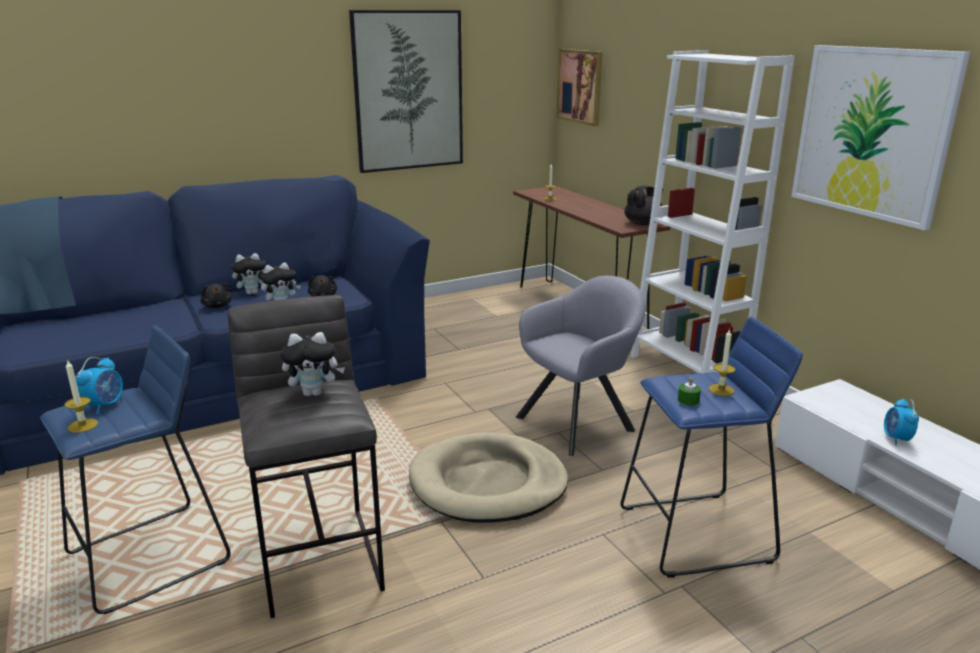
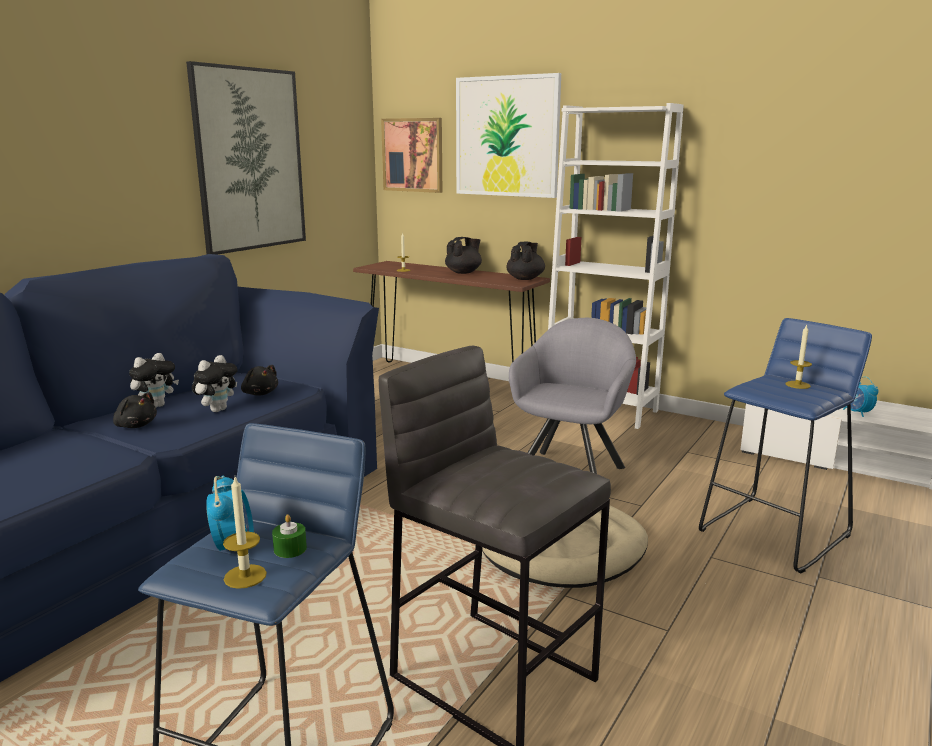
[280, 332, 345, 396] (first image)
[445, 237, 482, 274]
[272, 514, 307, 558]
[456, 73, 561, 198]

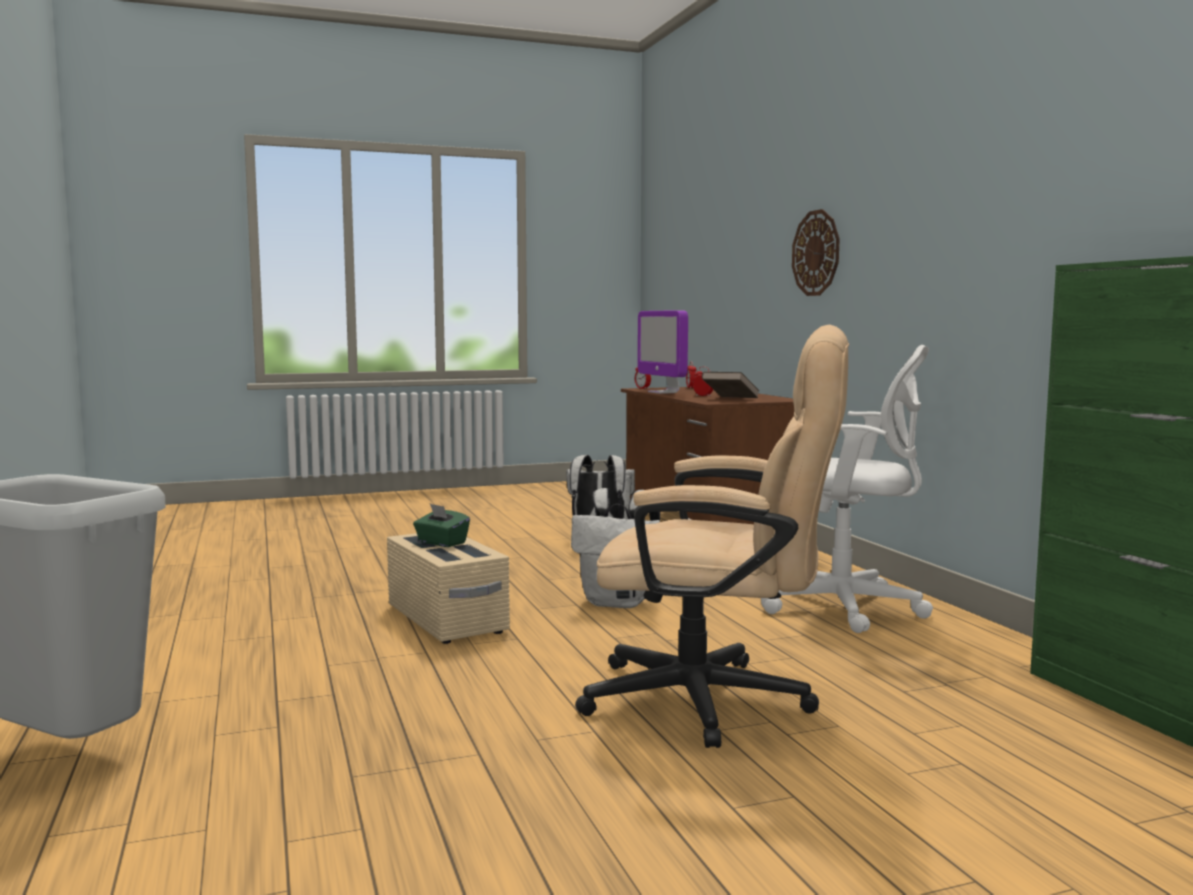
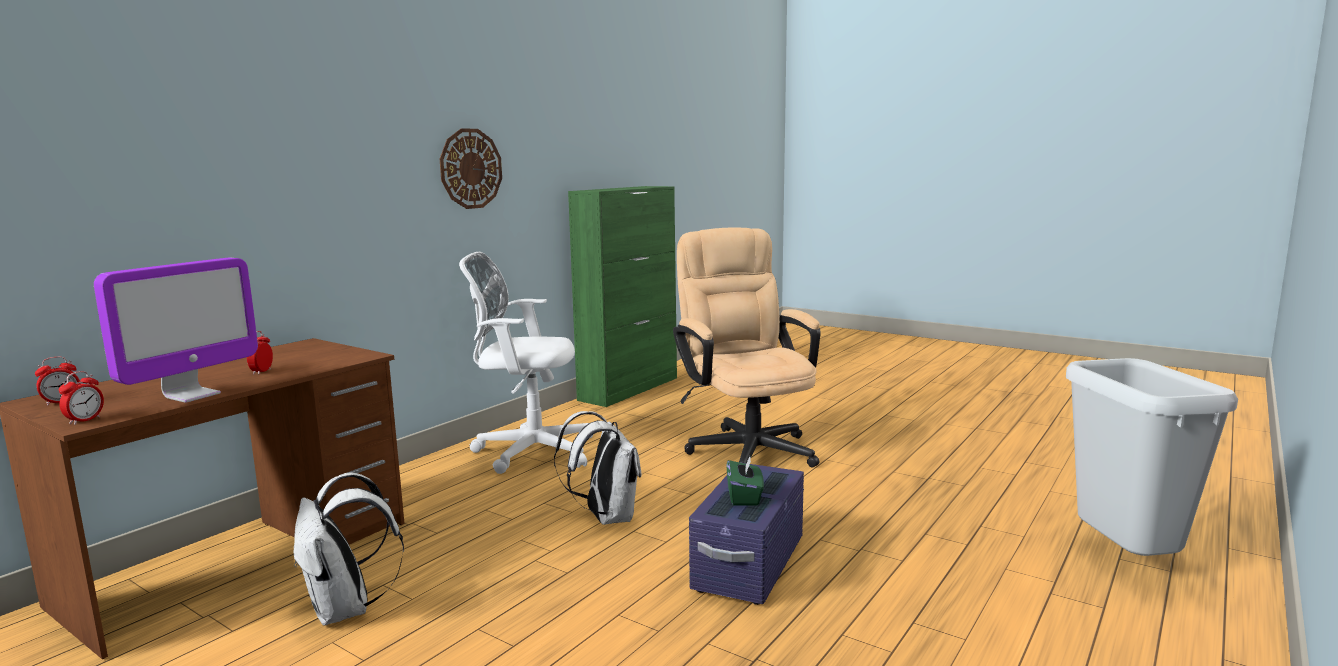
[702, 372, 759, 398] (first image)
[440, 128, 502, 209]
[689, 462, 804, 605]
[459, 252, 593, 474]

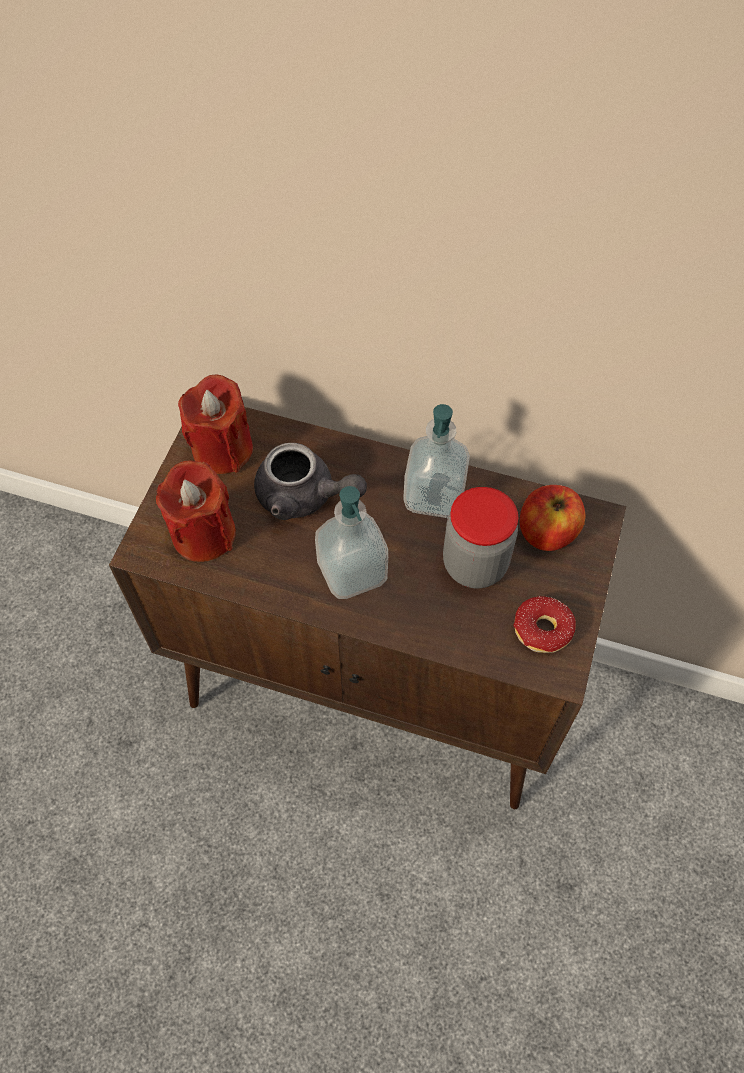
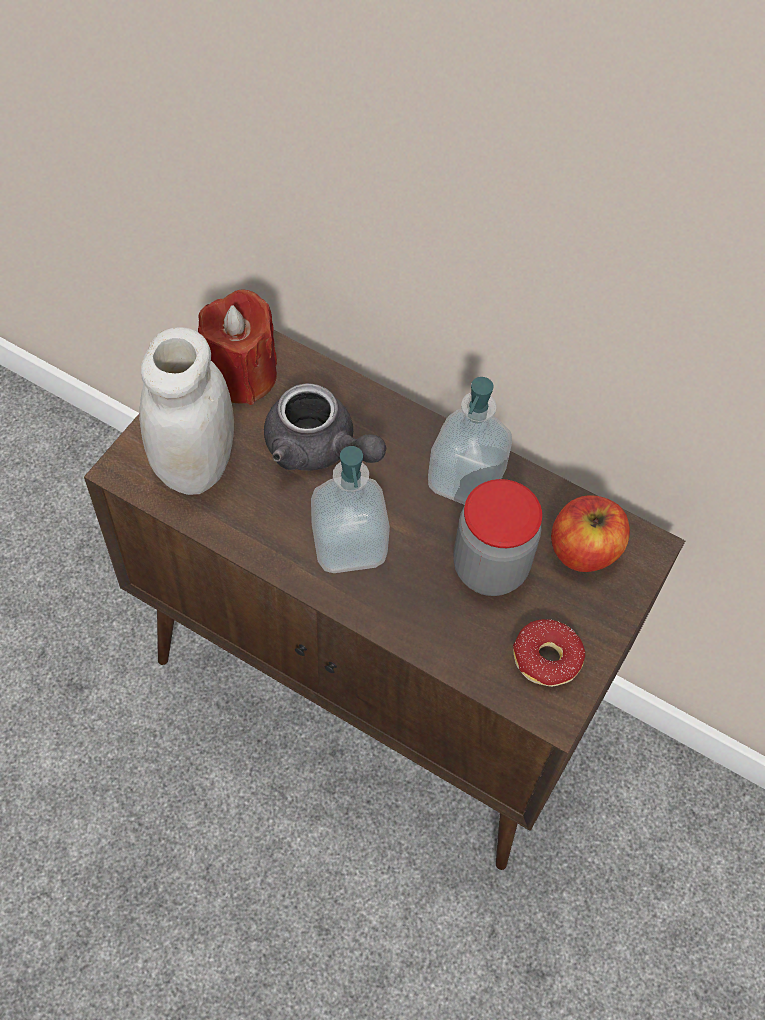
[139, 327, 234, 495]

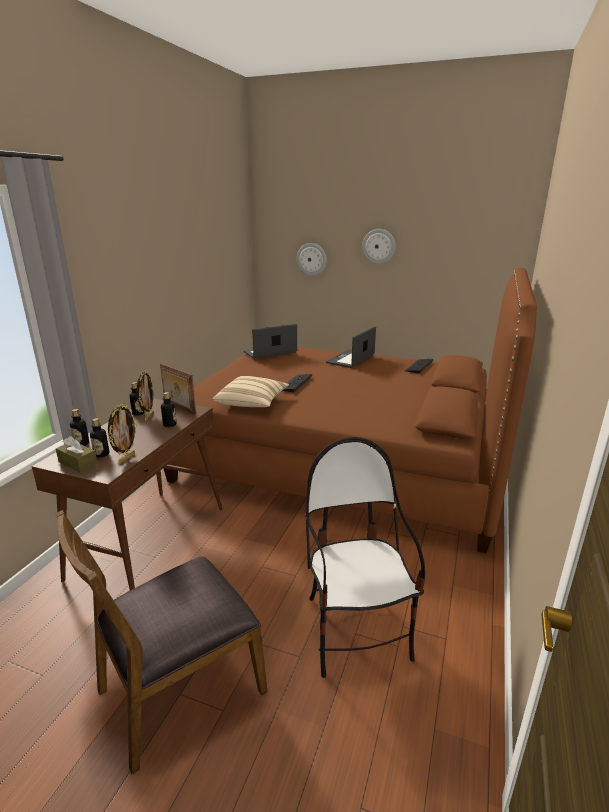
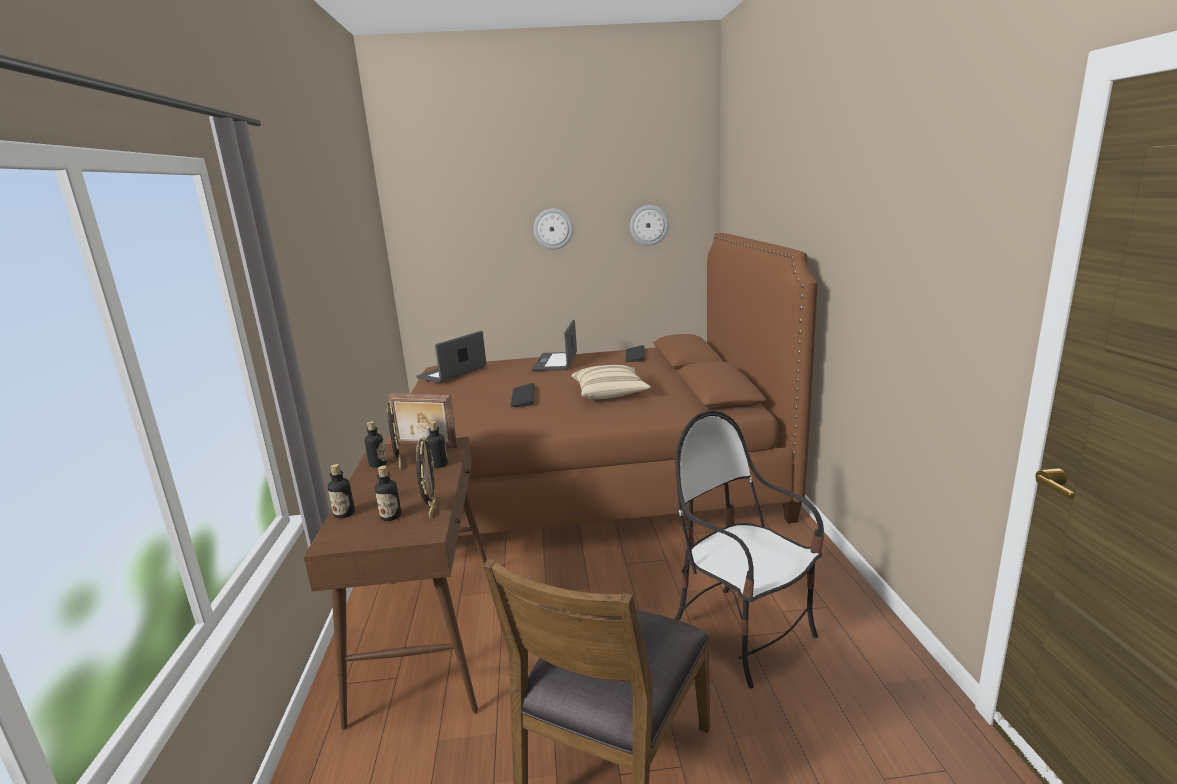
[56, 436, 98, 473] (first image)
[572, 365, 651, 400]
[630, 205, 669, 246]

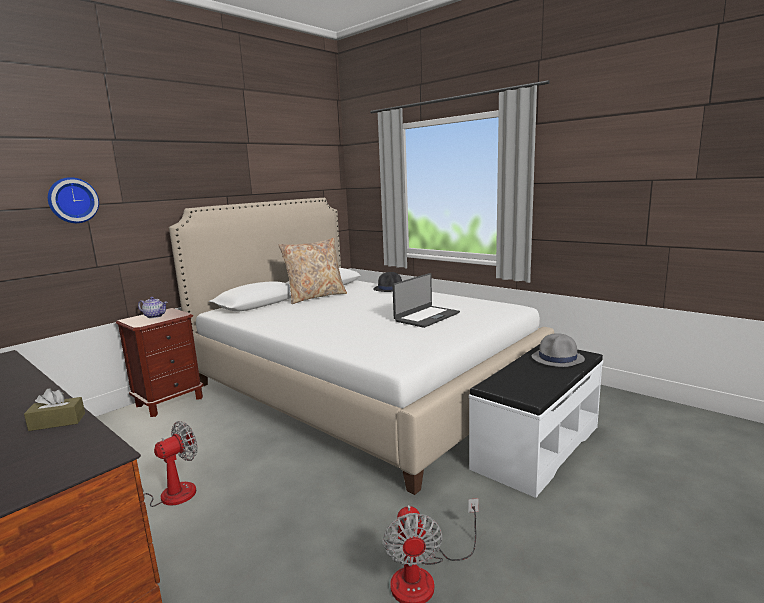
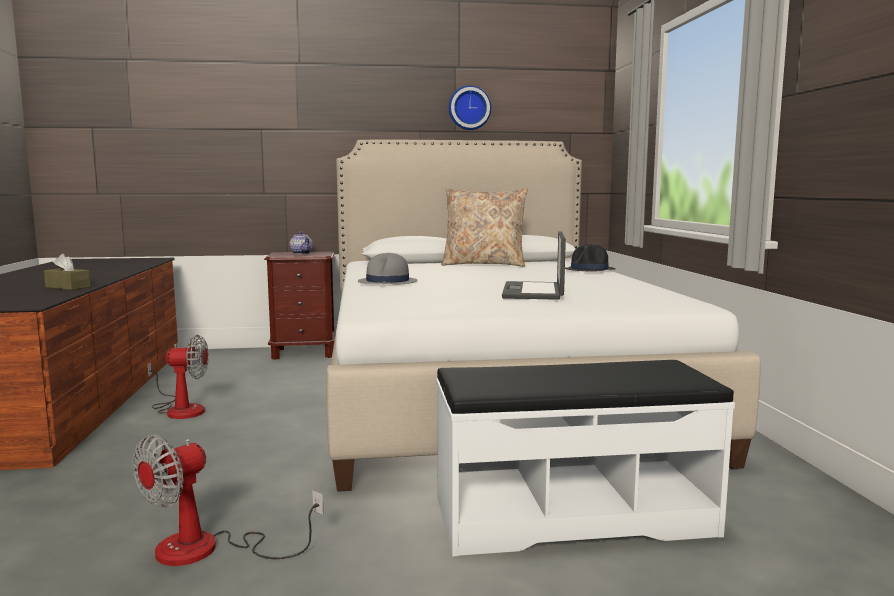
[449, 85, 491, 130]
[358, 253, 418, 285]
[502, 231, 566, 300]

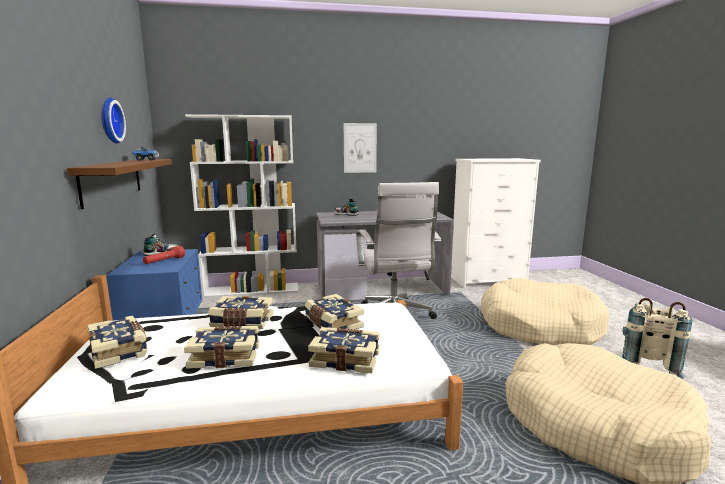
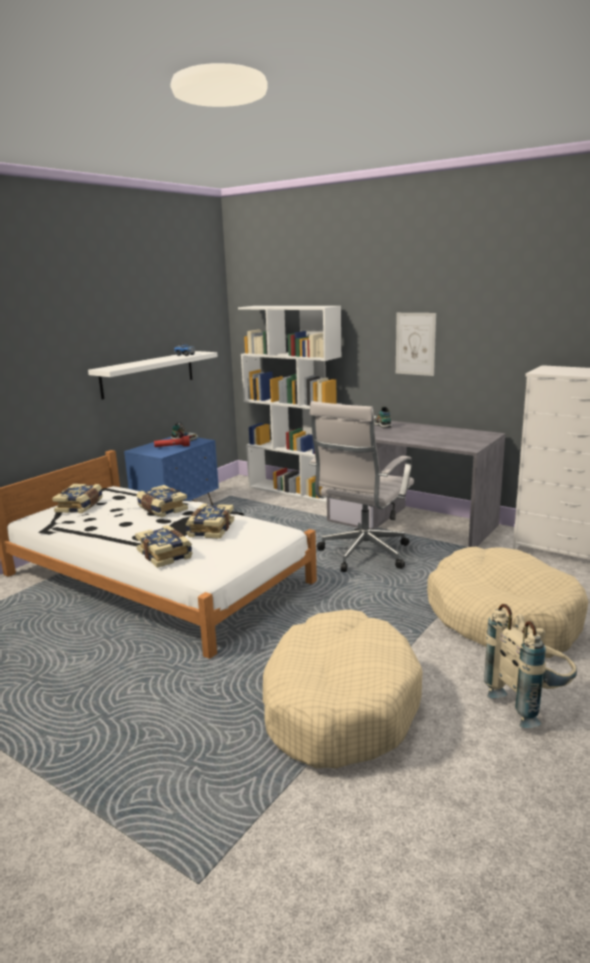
[101, 98, 126, 144] (first image)
[184, 326, 259, 369] (first image)
[88, 351, 218, 399]

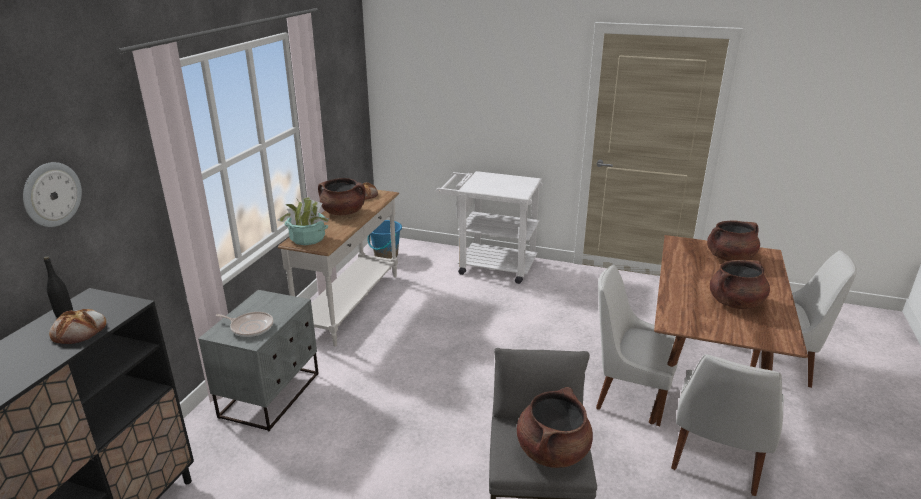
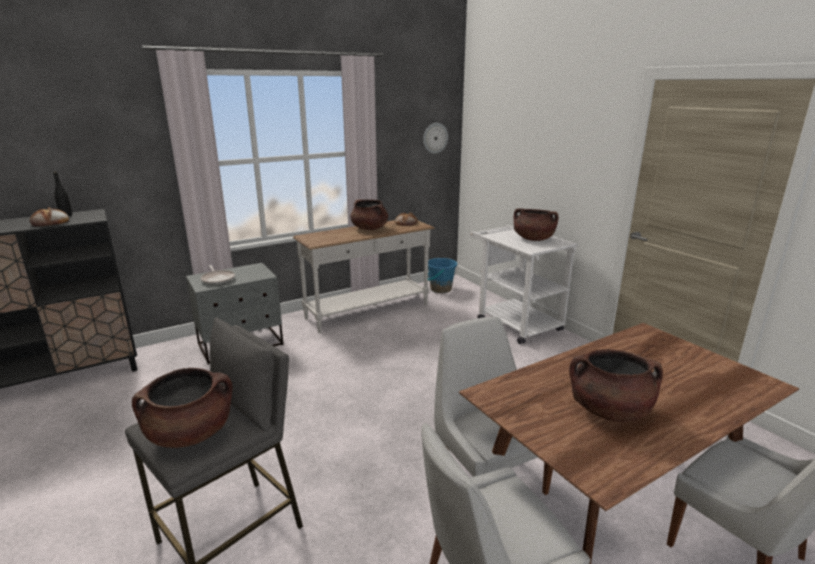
[277, 197, 329, 245] (first image)
[423, 123, 448, 154]
[513, 208, 558, 241]

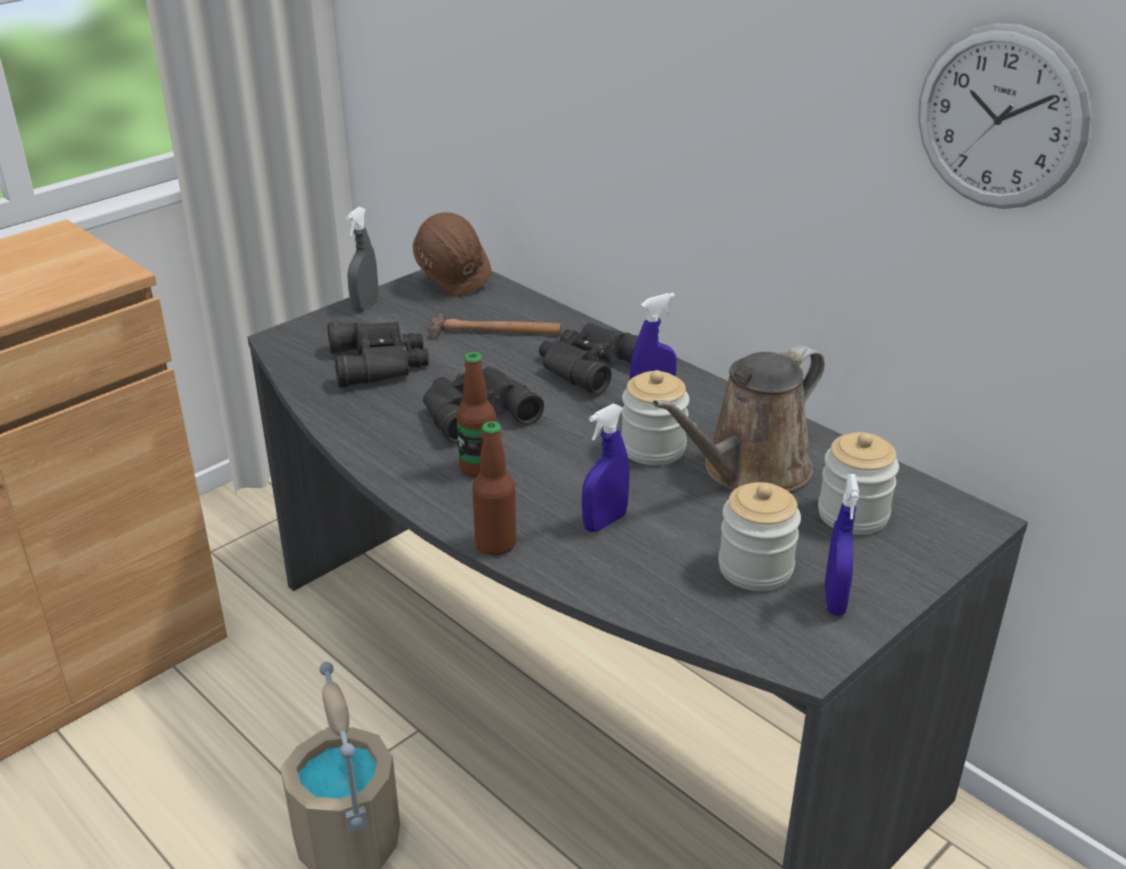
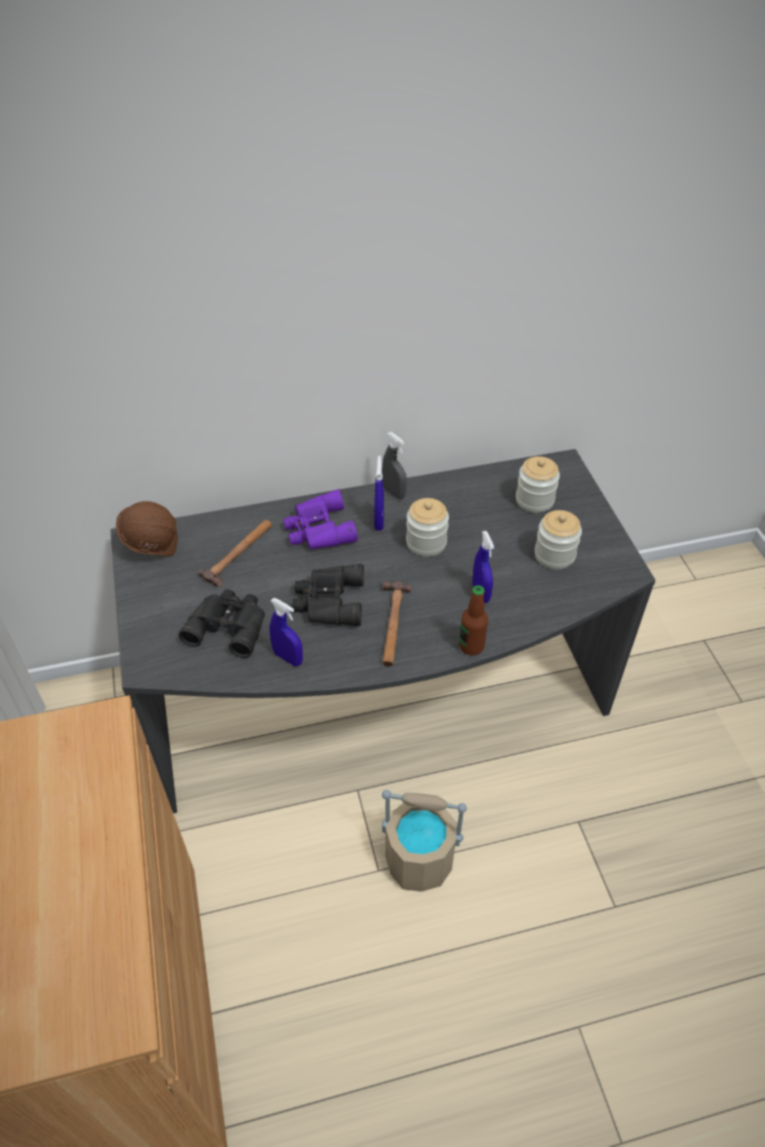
[653, 346, 825, 491] (first image)
[918, 23, 1091, 209] (first image)
[382, 432, 407, 499]
[269, 598, 303, 666]
[382, 582, 412, 666]
[283, 489, 358, 549]

